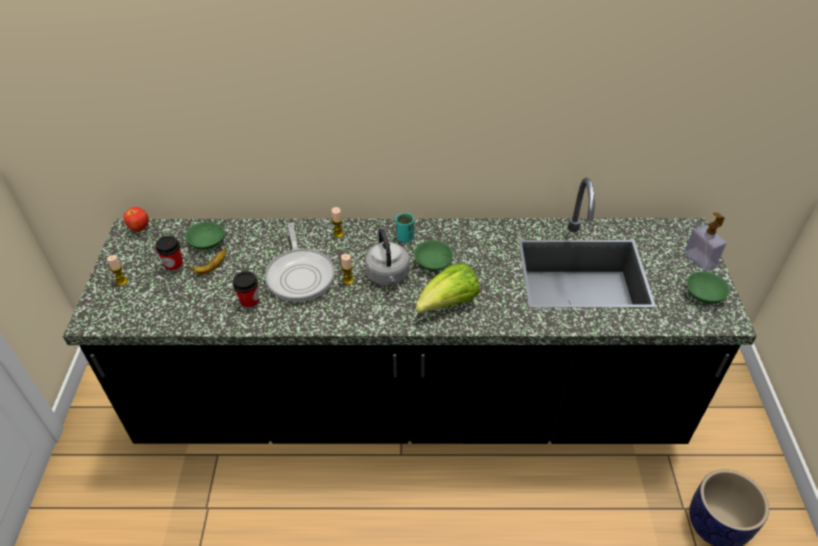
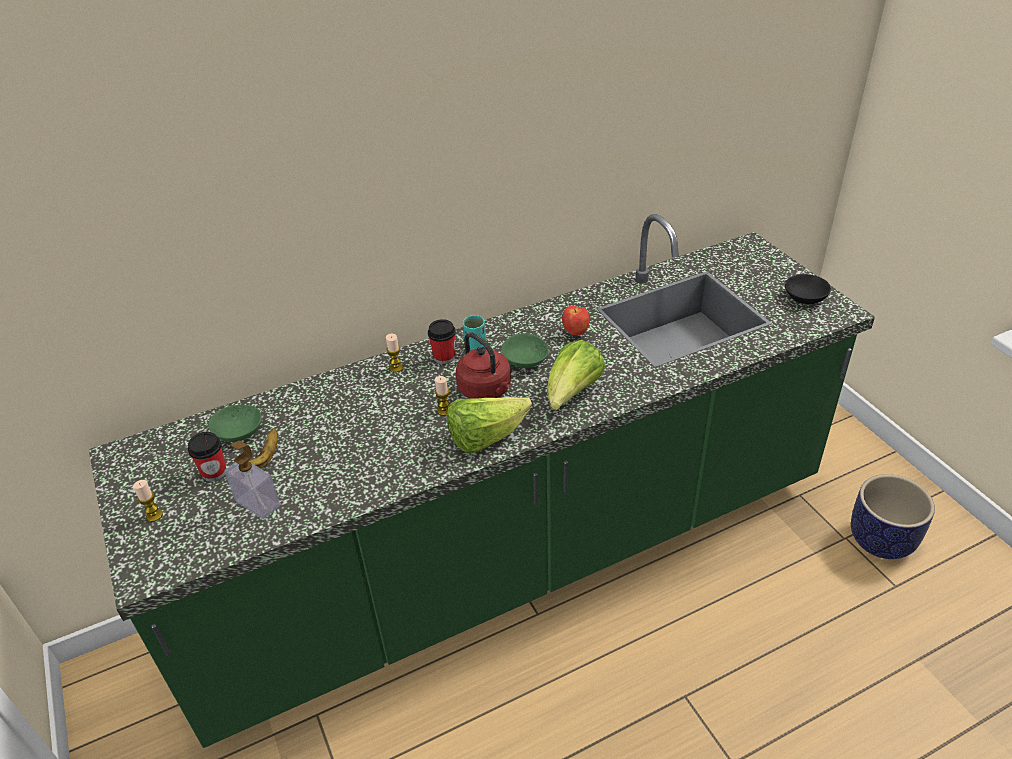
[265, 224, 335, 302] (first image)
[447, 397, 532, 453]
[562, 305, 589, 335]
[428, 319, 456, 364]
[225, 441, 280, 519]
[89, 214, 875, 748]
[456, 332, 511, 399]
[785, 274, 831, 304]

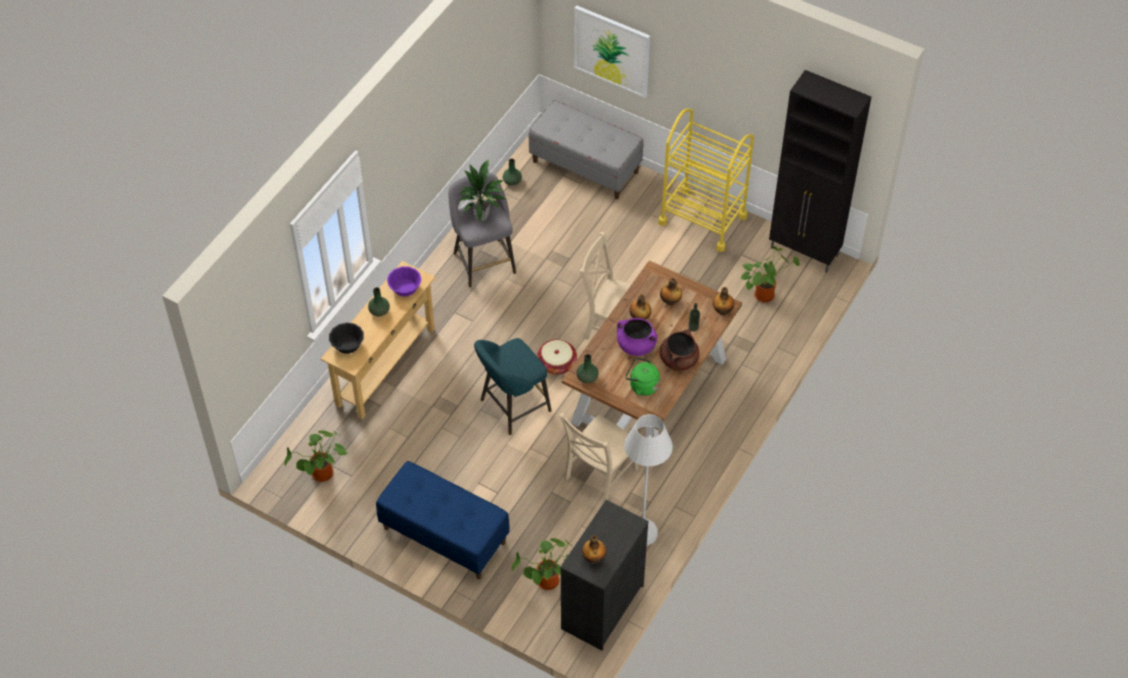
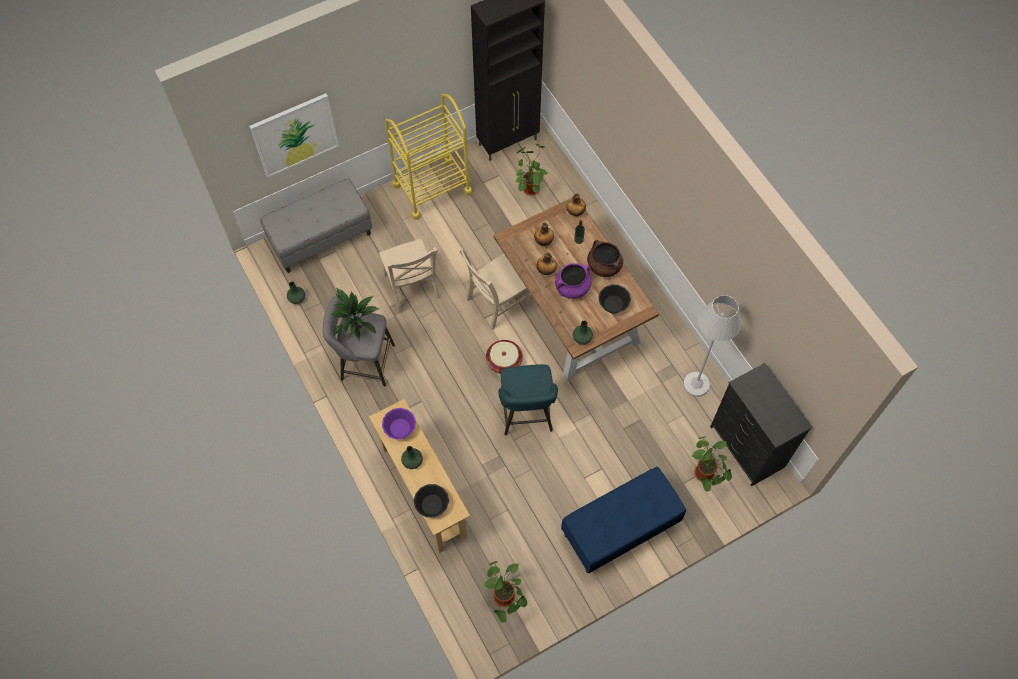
[582, 535, 607, 564] (first image)
[379, 239, 440, 312]
[598, 285, 631, 314]

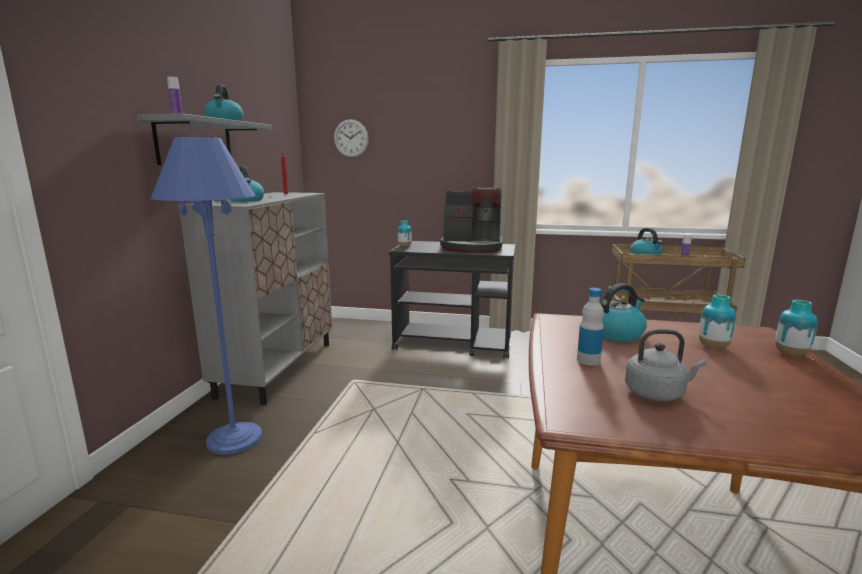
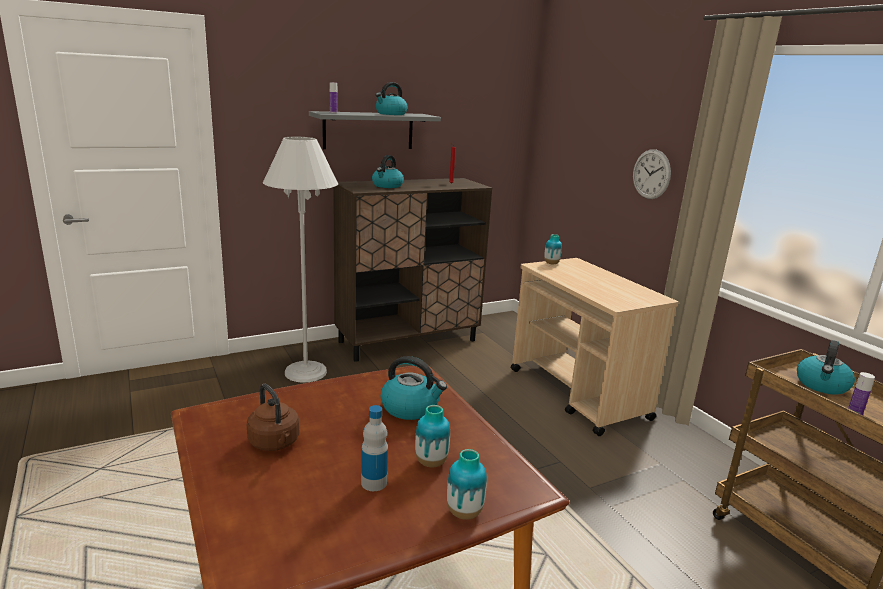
[440, 187, 502, 253] (first image)
[633, 149, 671, 199]
[361, 405, 388, 491]
[263, 137, 338, 383]
[333, 178, 492, 362]
[511, 258, 679, 436]
[247, 384, 299, 451]

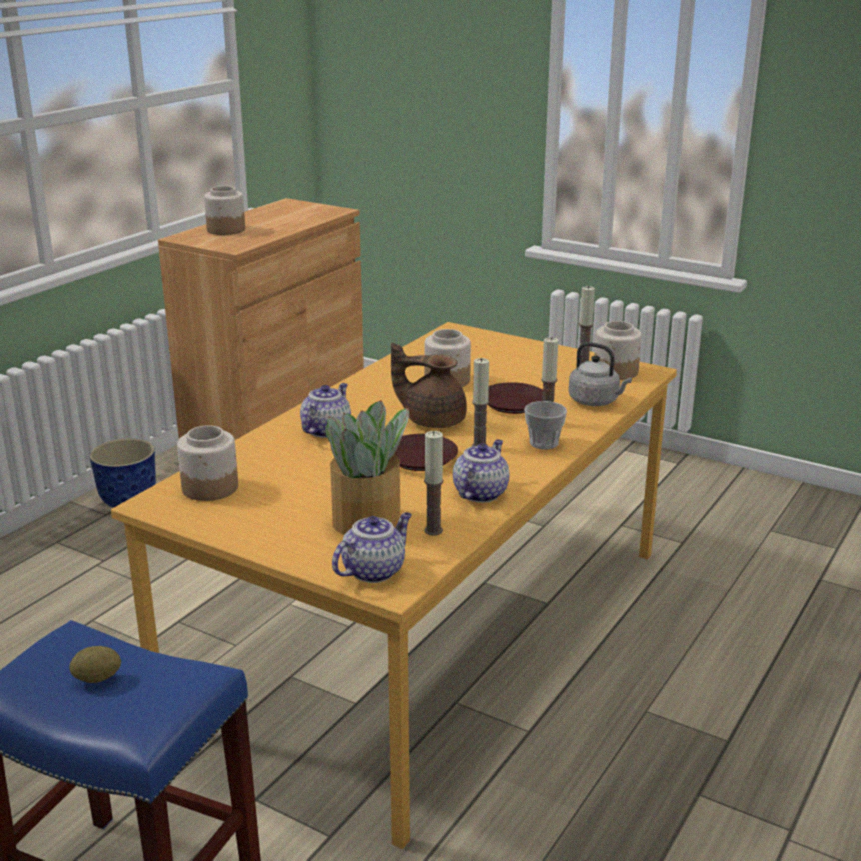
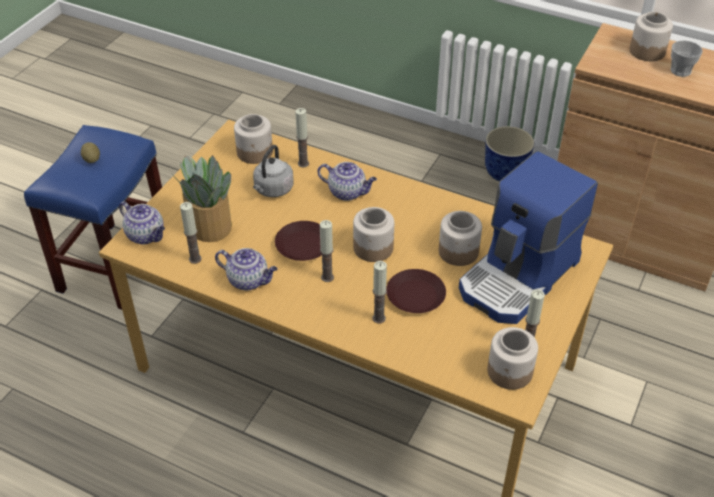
[295, 108, 309, 167]
[459, 151, 598, 324]
[671, 40, 703, 77]
[253, 145, 294, 197]
[353, 207, 394, 262]

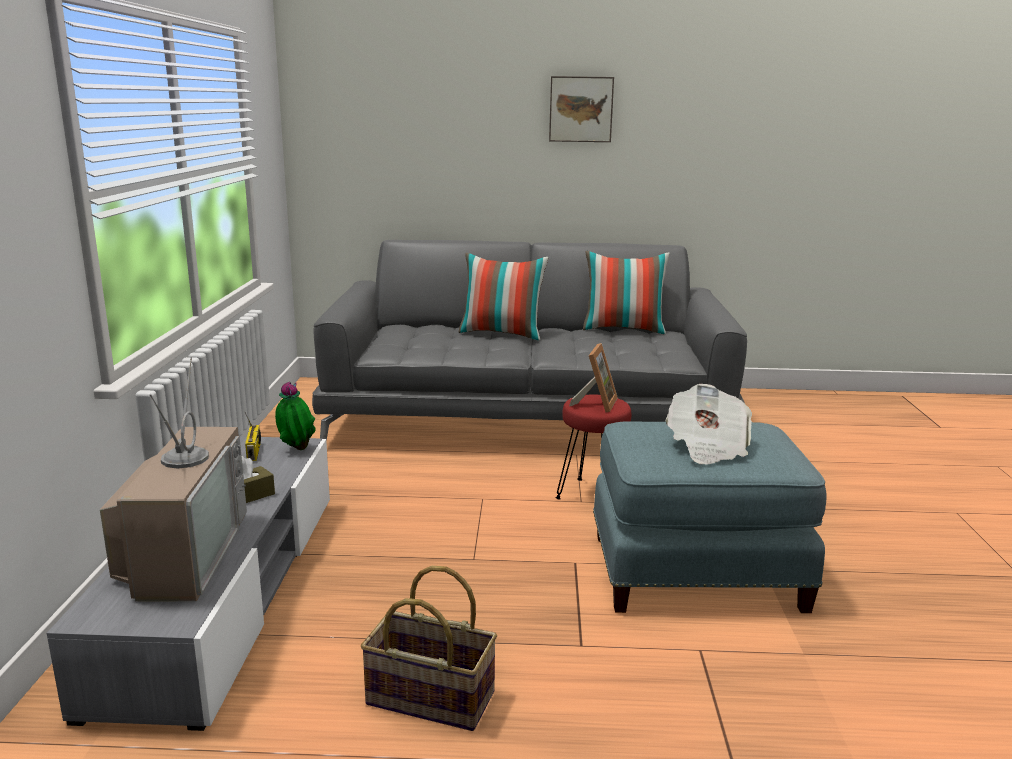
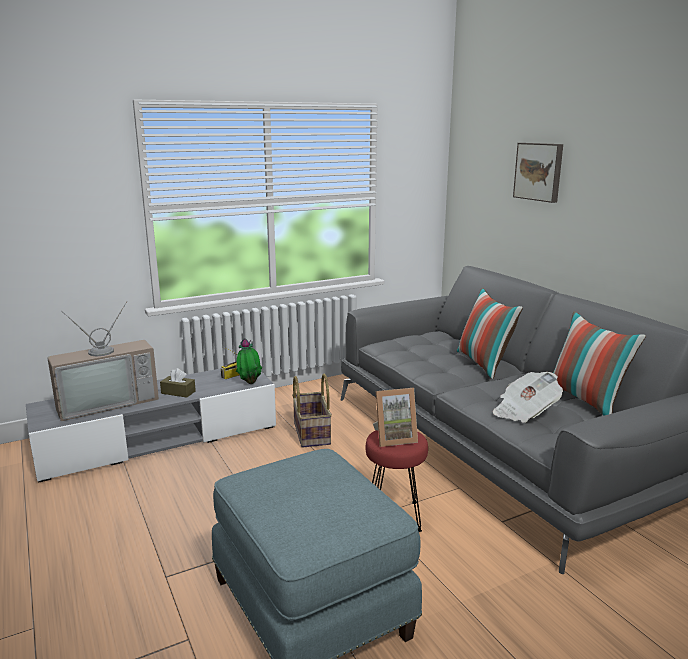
[292, 374, 332, 448]
[513, 143, 563, 203]
[493, 372, 563, 423]

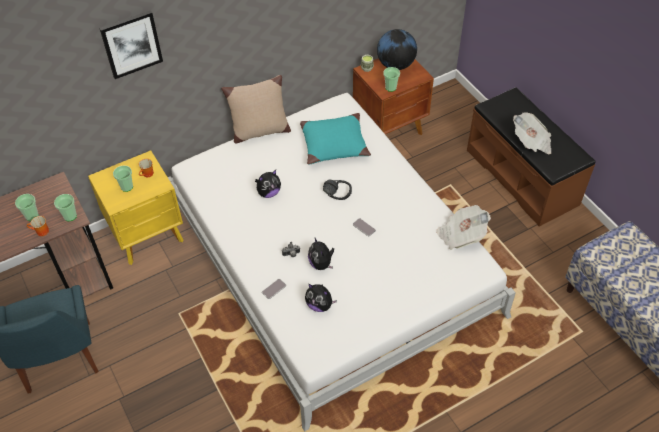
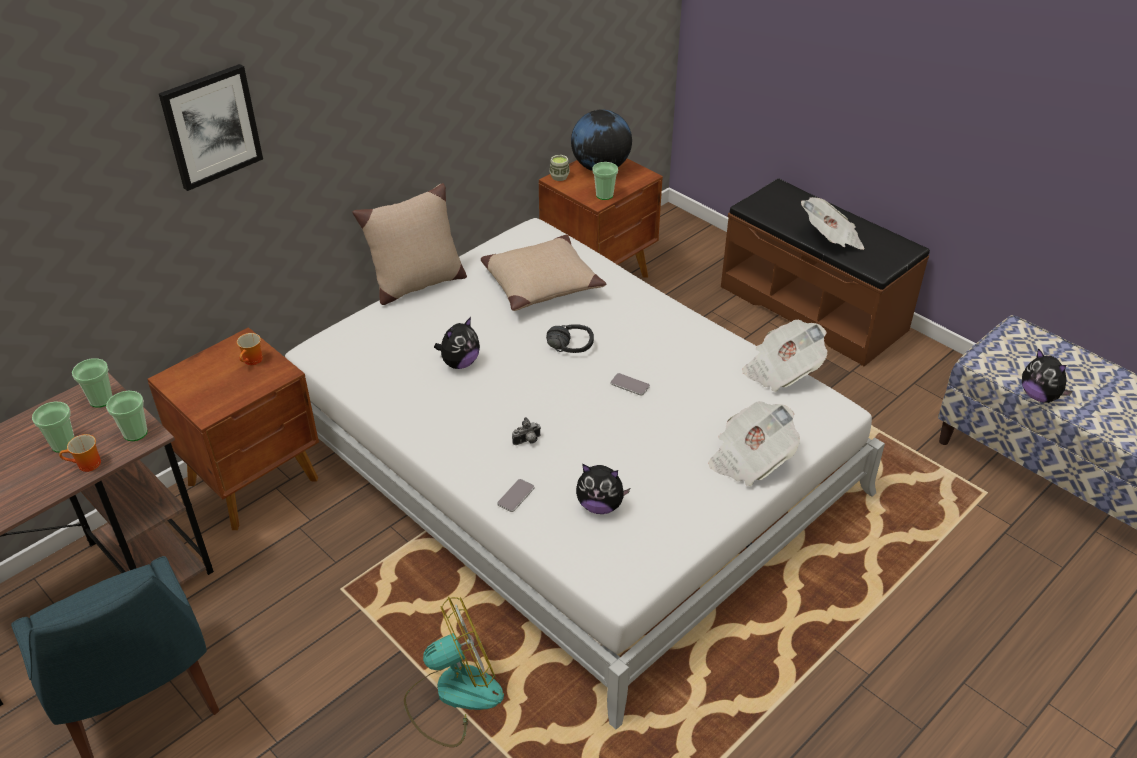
[404, 597, 504, 747]
[708, 401, 800, 486]
[72, 358, 112, 408]
[1022, 348, 1073, 403]
[147, 327, 319, 530]
[481, 235, 606, 311]

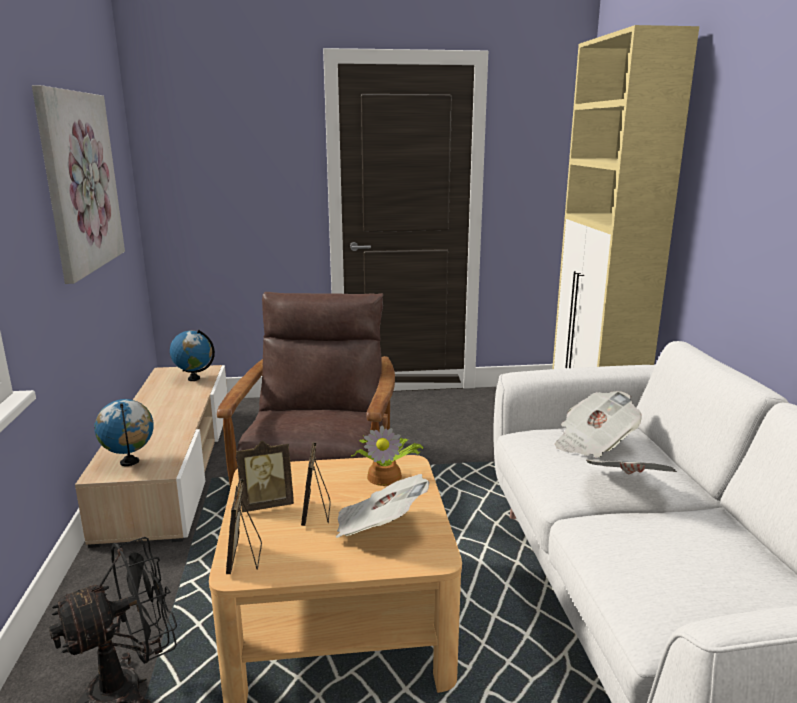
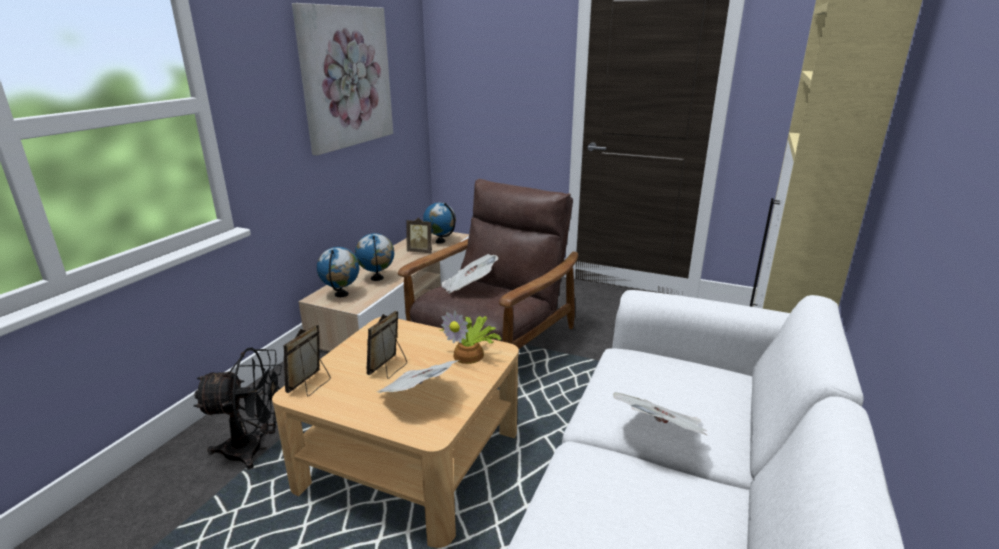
[355, 233, 394, 281]
[406, 217, 432, 253]
[441, 254, 498, 293]

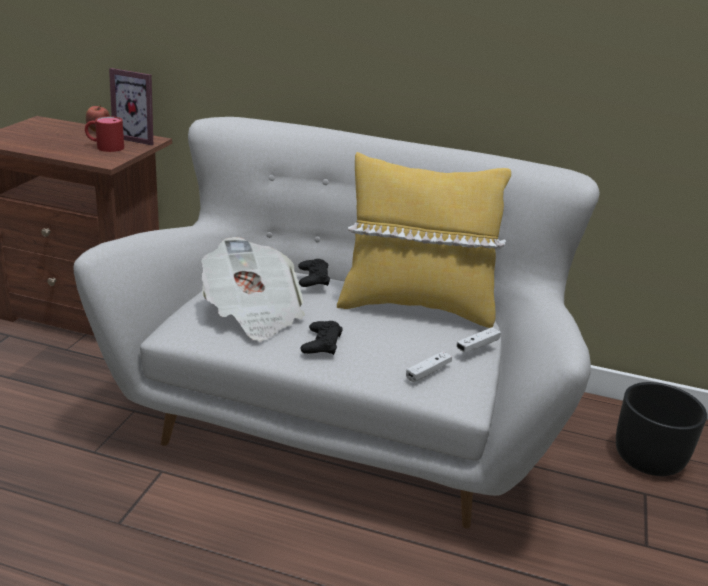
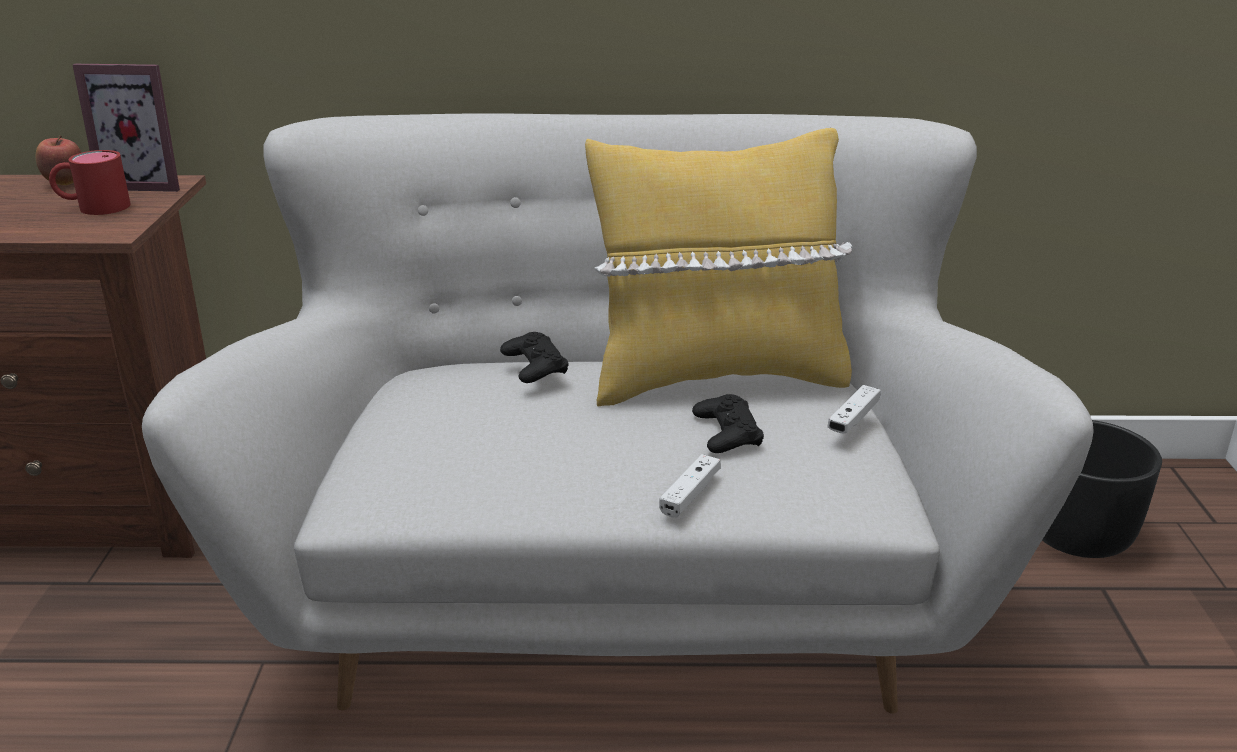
[201, 237, 305, 341] (first image)
[692, 394, 764, 453]
[659, 454, 720, 518]

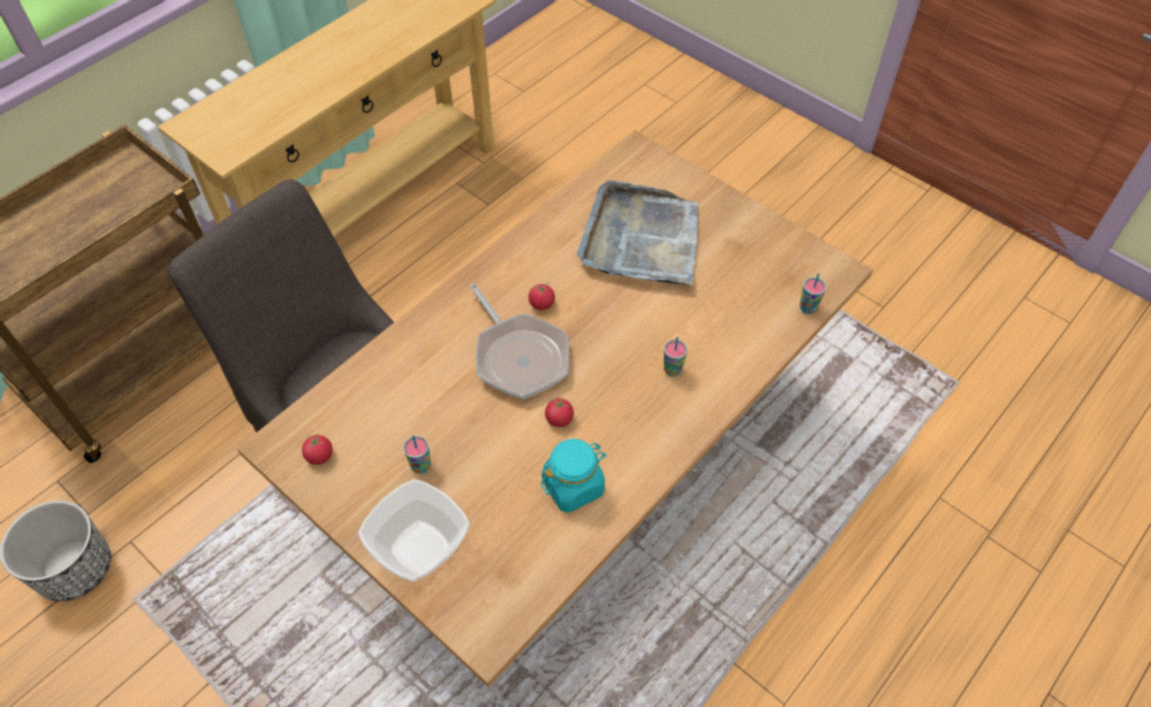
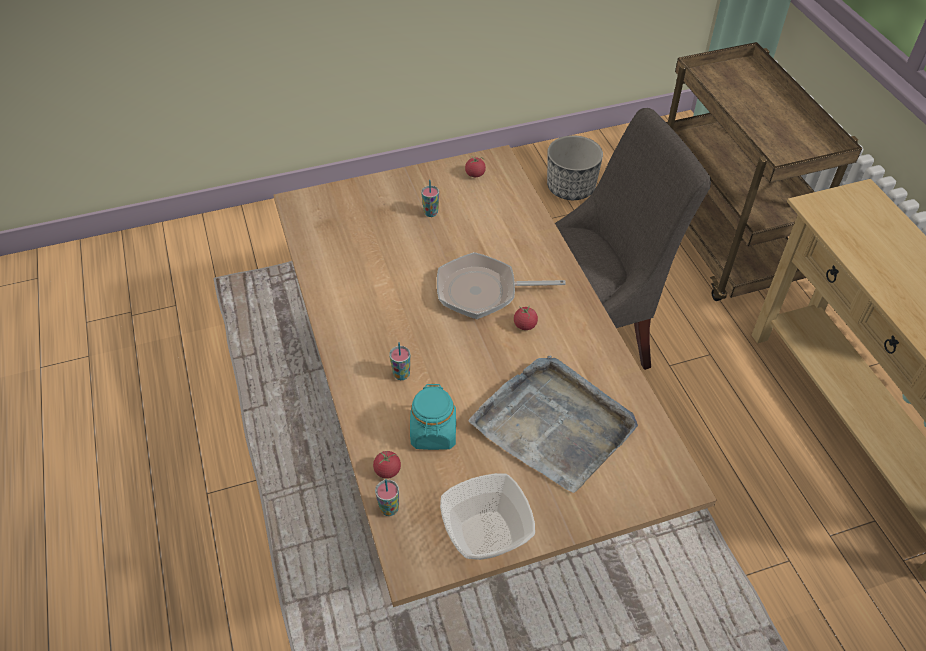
[440, 473, 535, 560]
[410, 383, 456, 450]
[373, 451, 401, 479]

